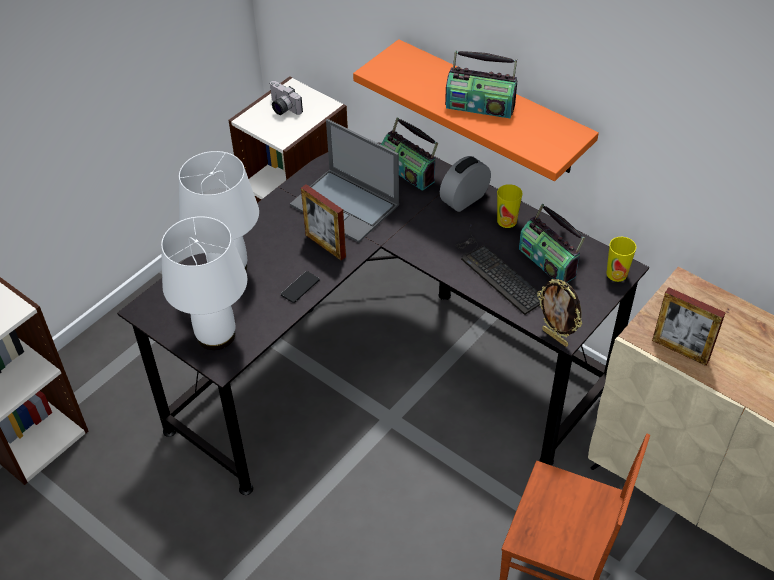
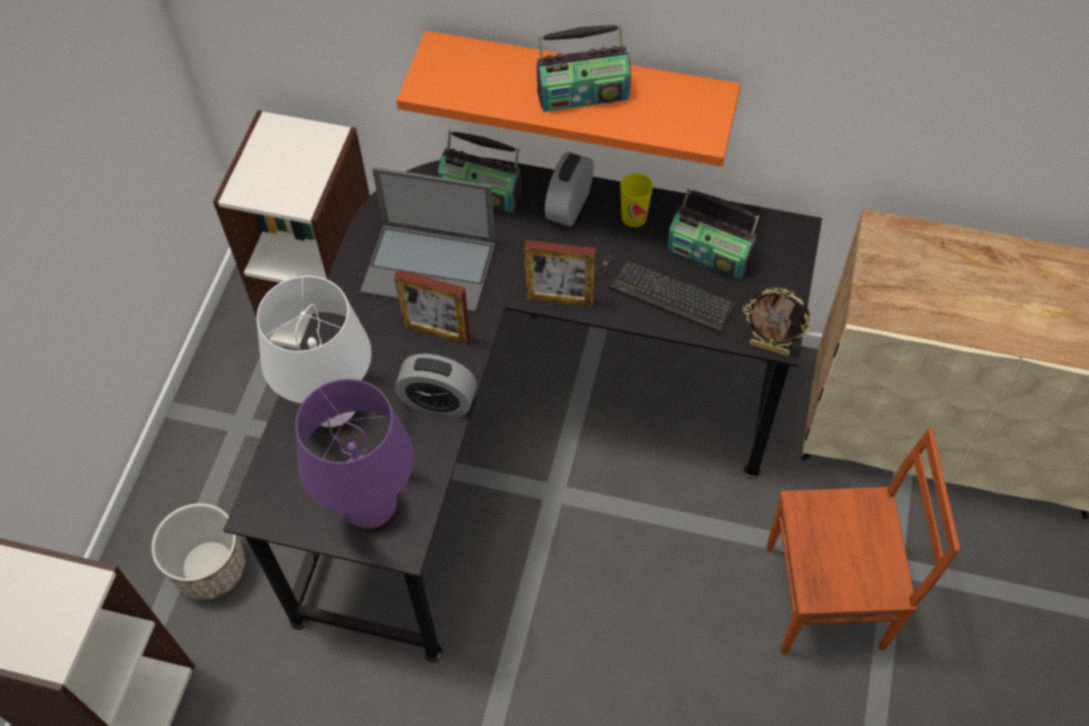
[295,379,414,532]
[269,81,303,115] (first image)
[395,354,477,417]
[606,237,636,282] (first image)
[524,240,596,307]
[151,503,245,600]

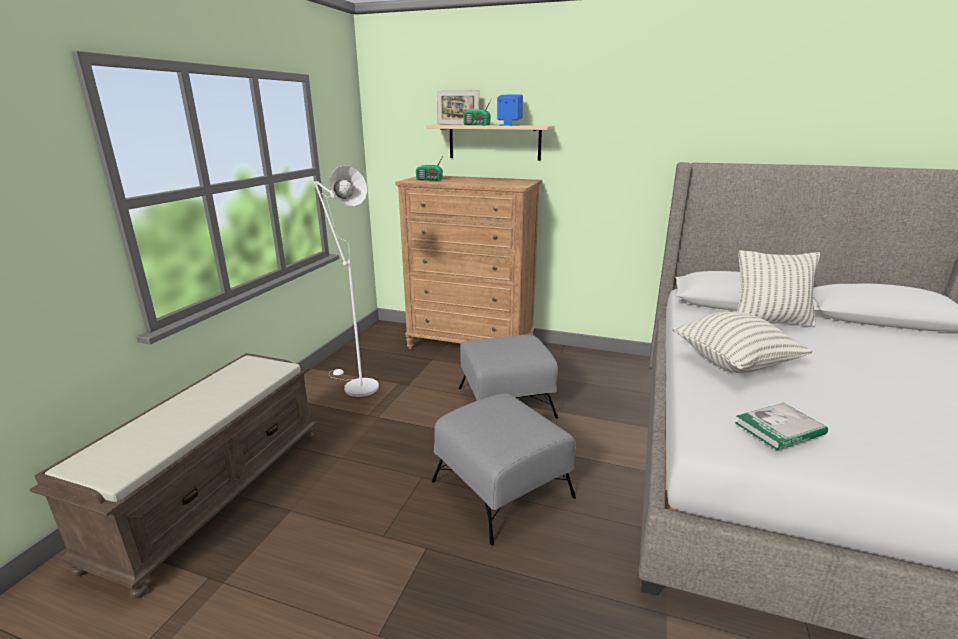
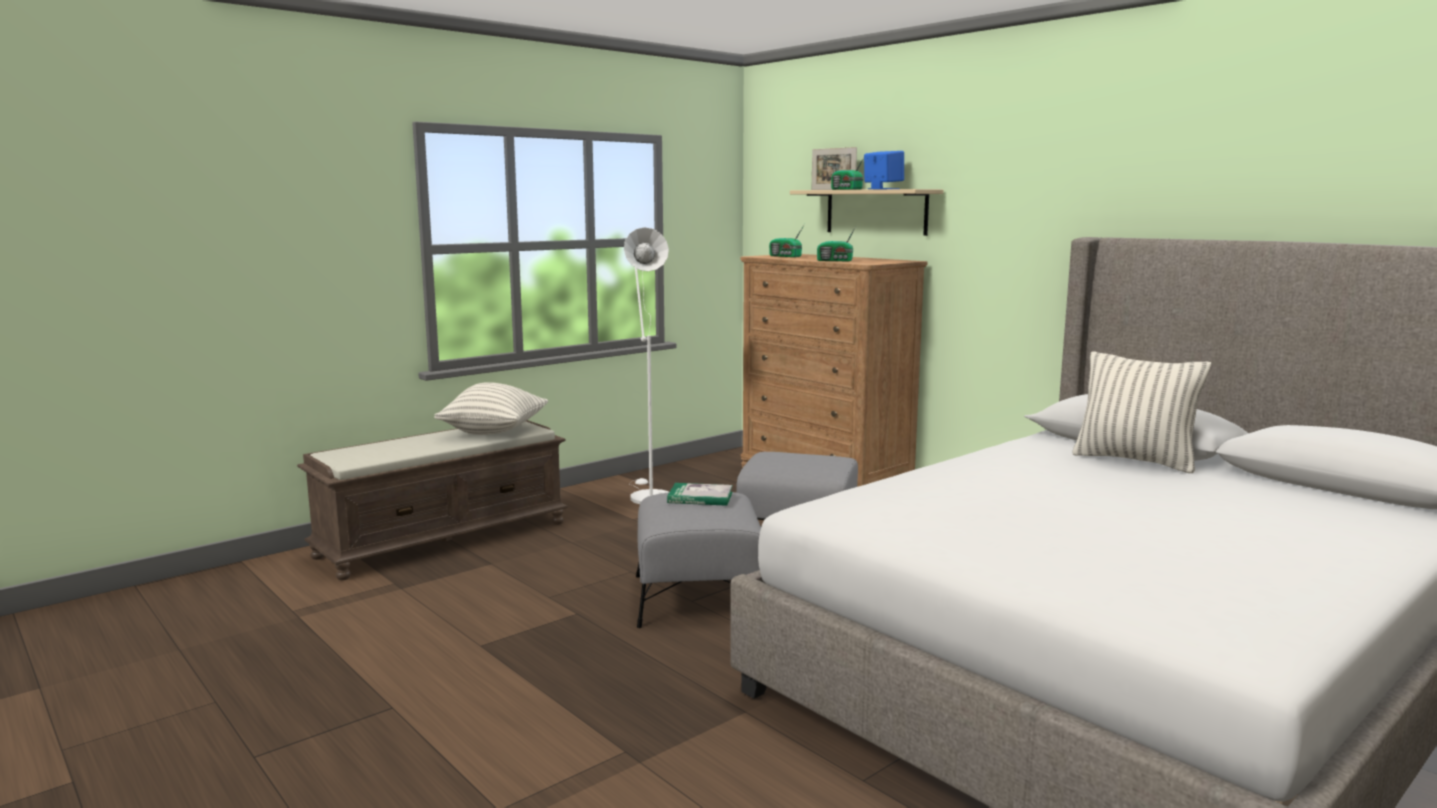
[434,382,548,435]
[667,483,733,506]
[817,227,856,261]

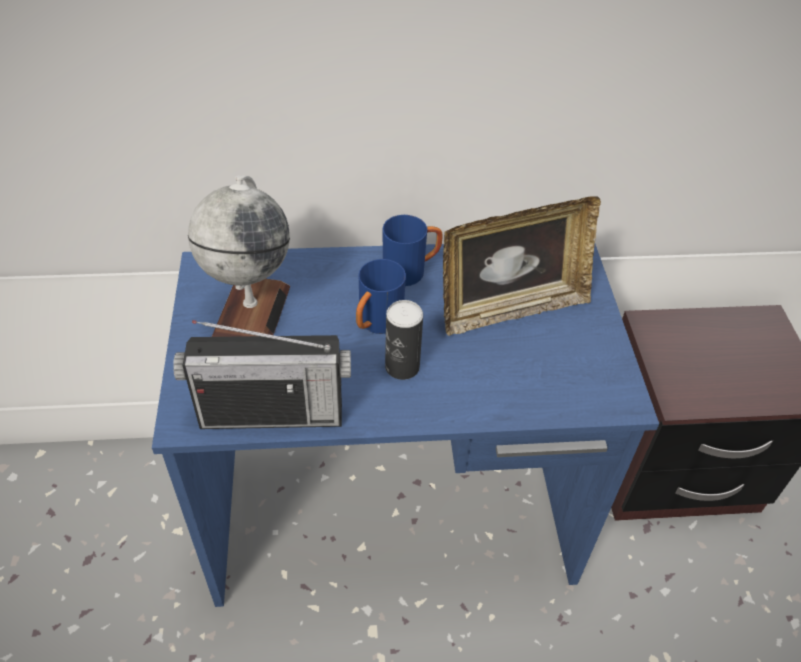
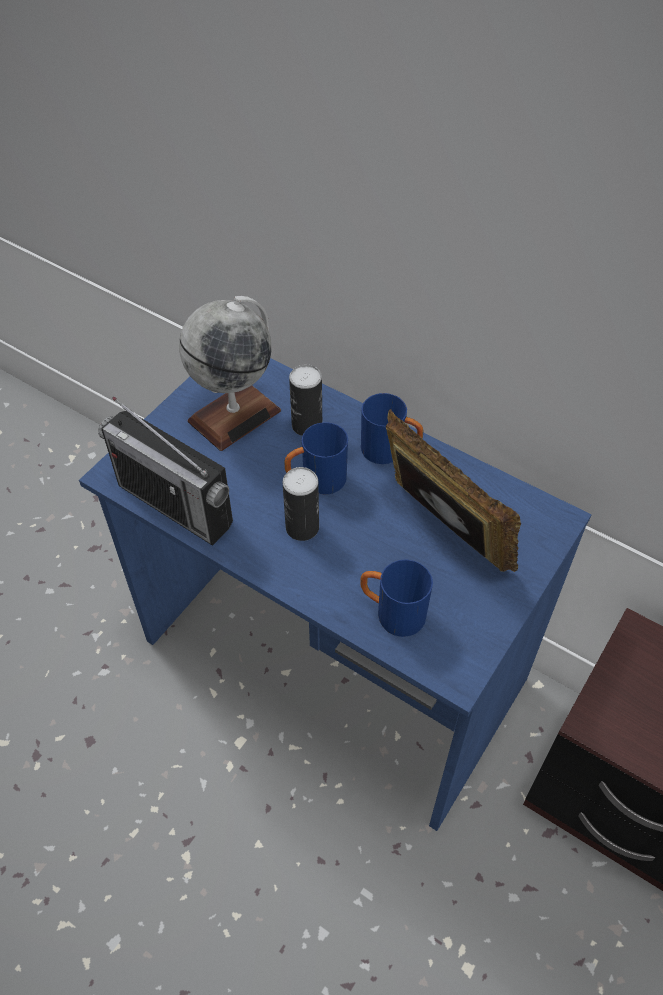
[386,409,521,572]
[289,364,322,436]
[360,560,433,637]

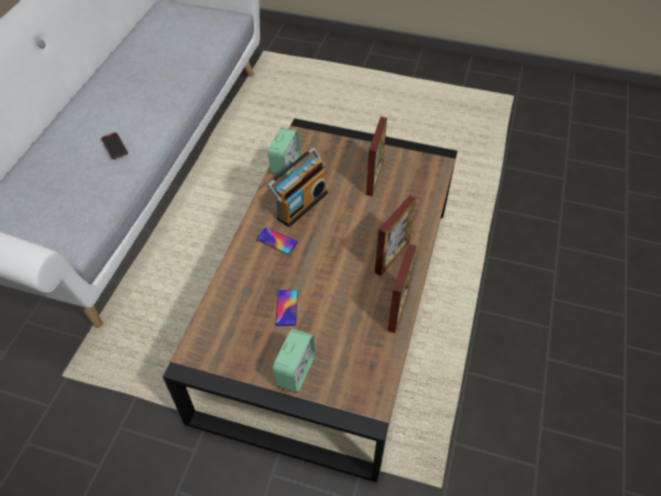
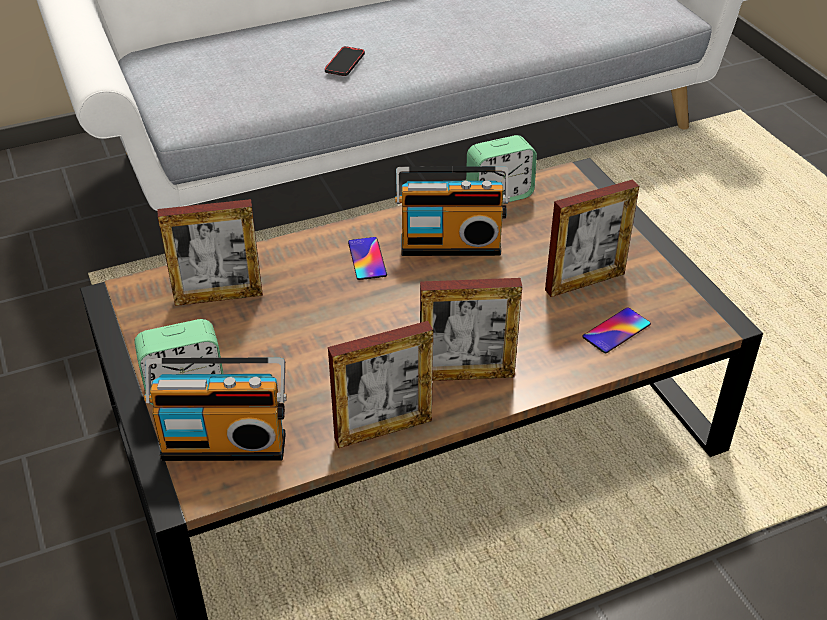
[582,307,651,353]
[144,357,287,461]
[158,199,263,306]

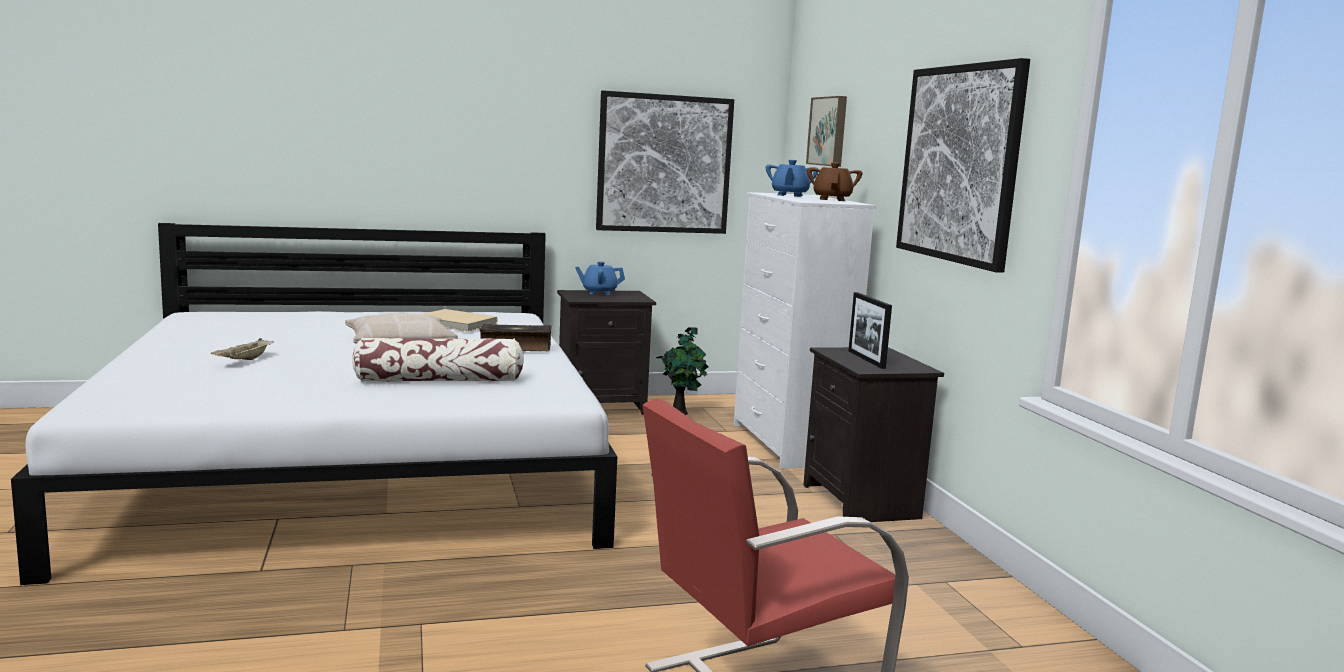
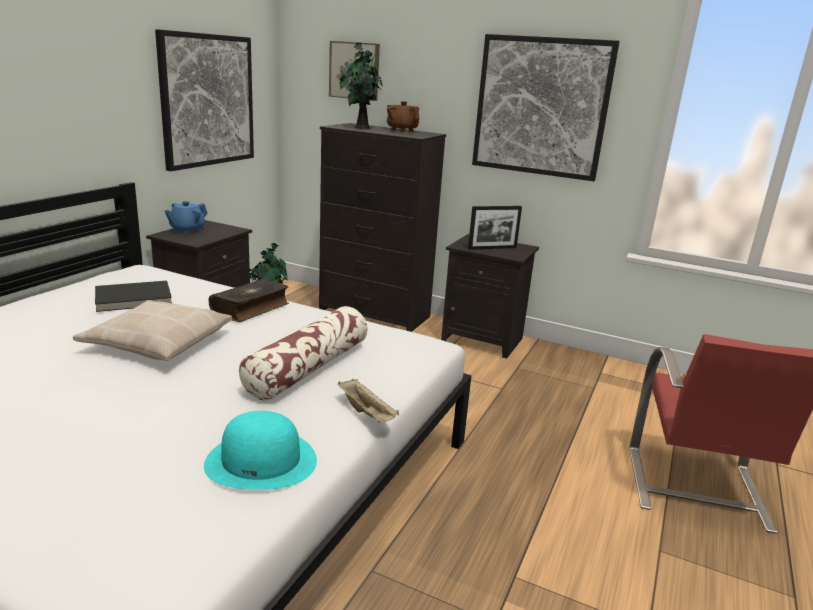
[337,379,399,422]
[95,281,172,312]
[319,123,446,332]
[339,43,383,129]
[468,206,522,250]
[204,411,317,490]

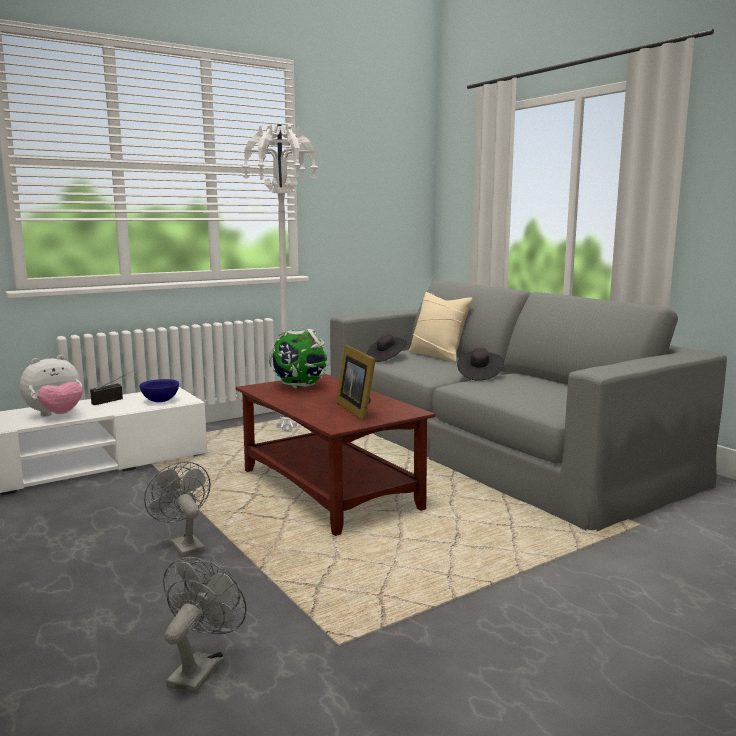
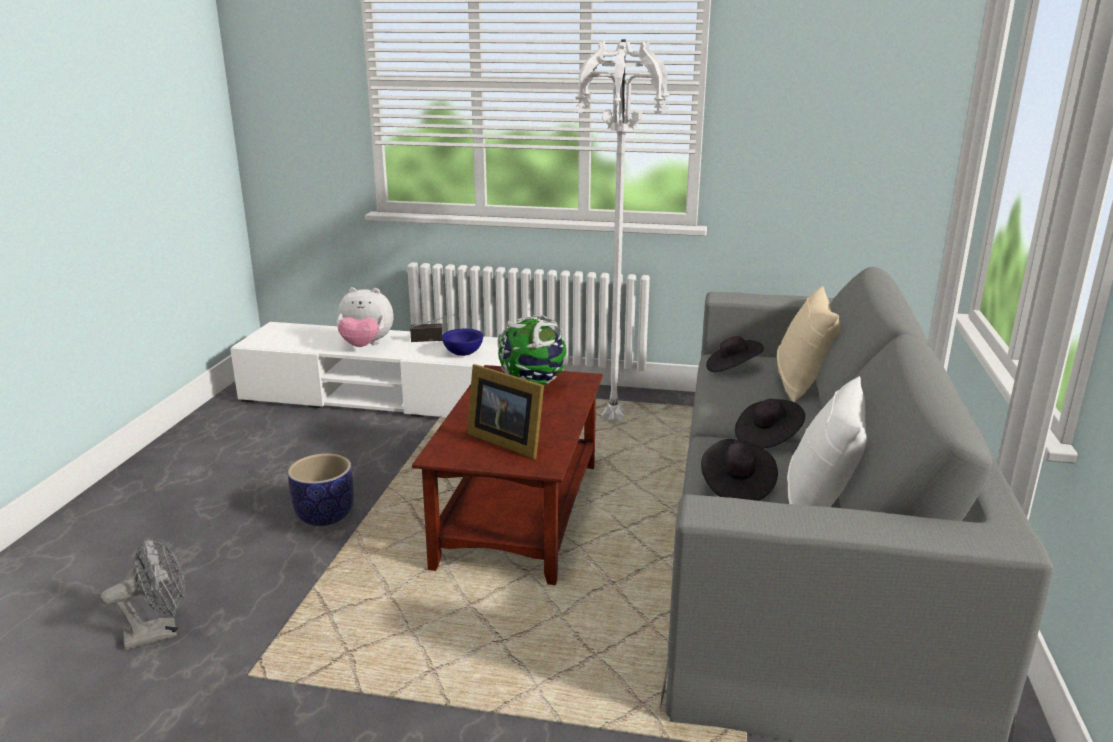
[288,453,354,526]
[467,364,544,459]
[701,439,778,501]
[787,376,867,507]

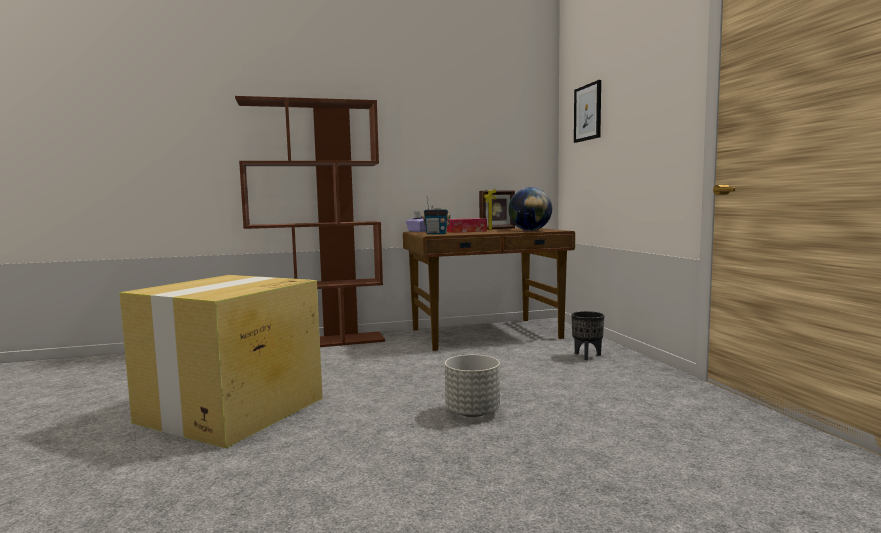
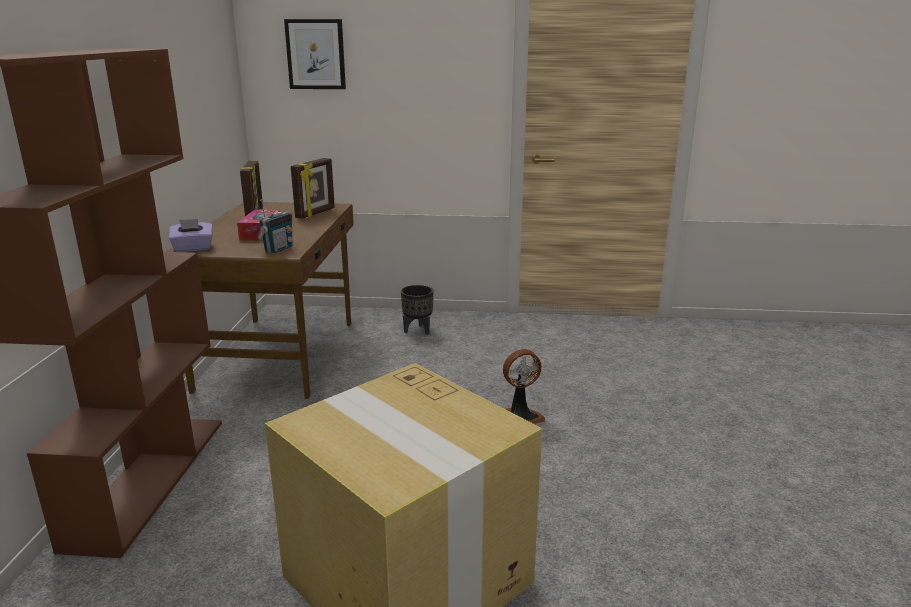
[503,349,545,424]
[291,158,335,219]

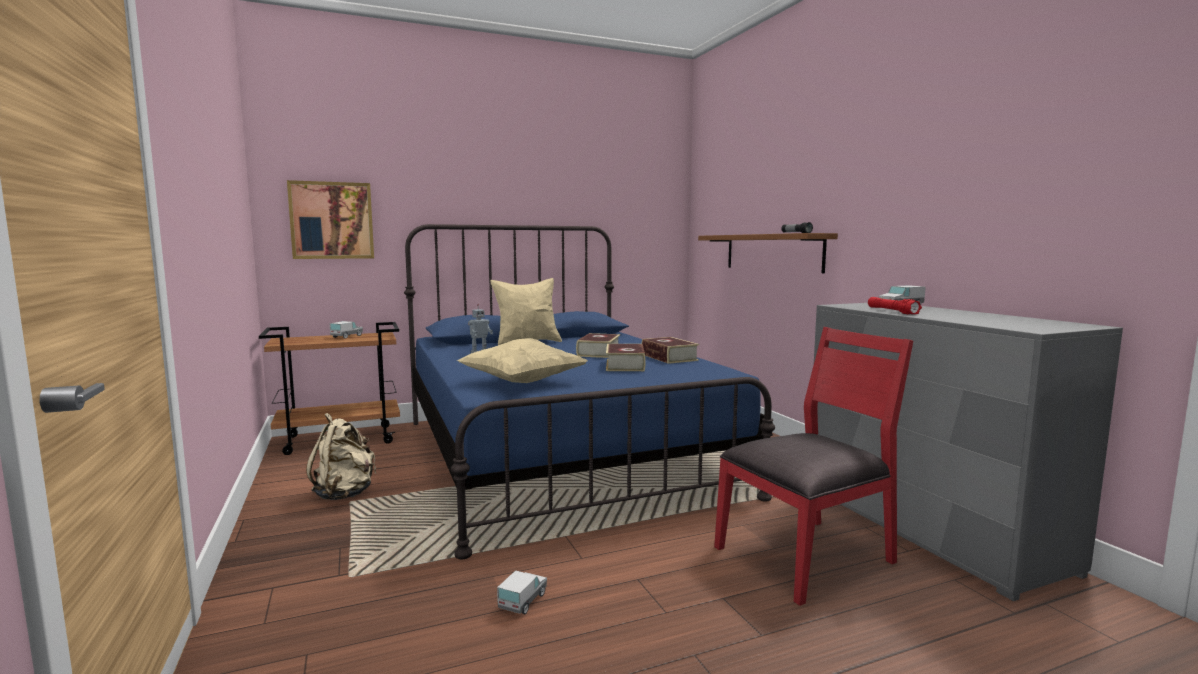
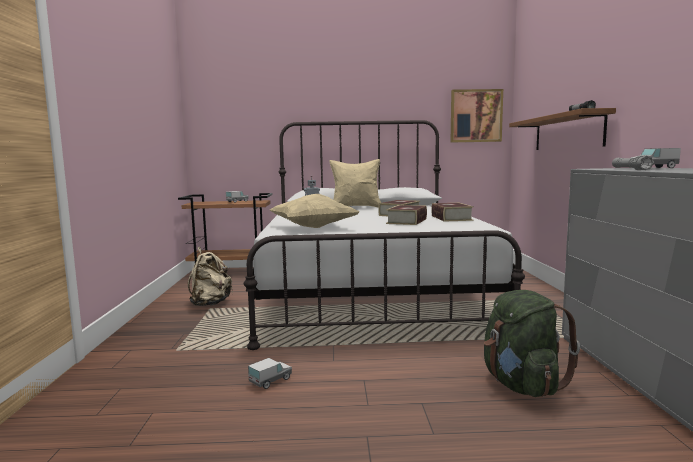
[451,89,503,142]
[244,120,525,350]
[484,290,580,397]
[612,156,654,170]

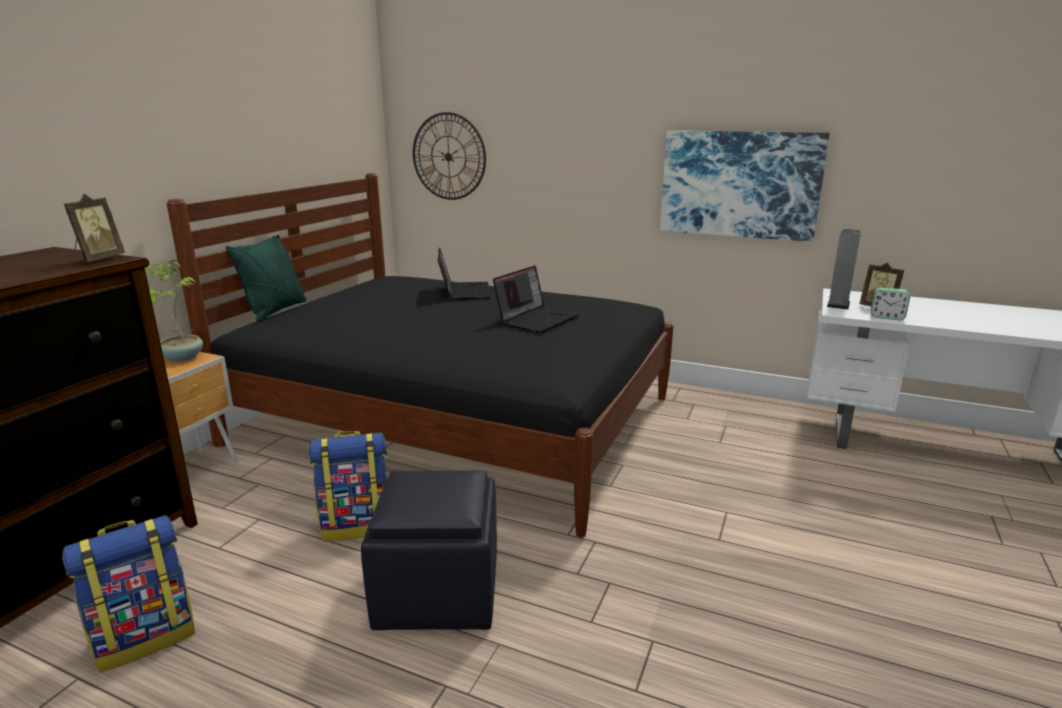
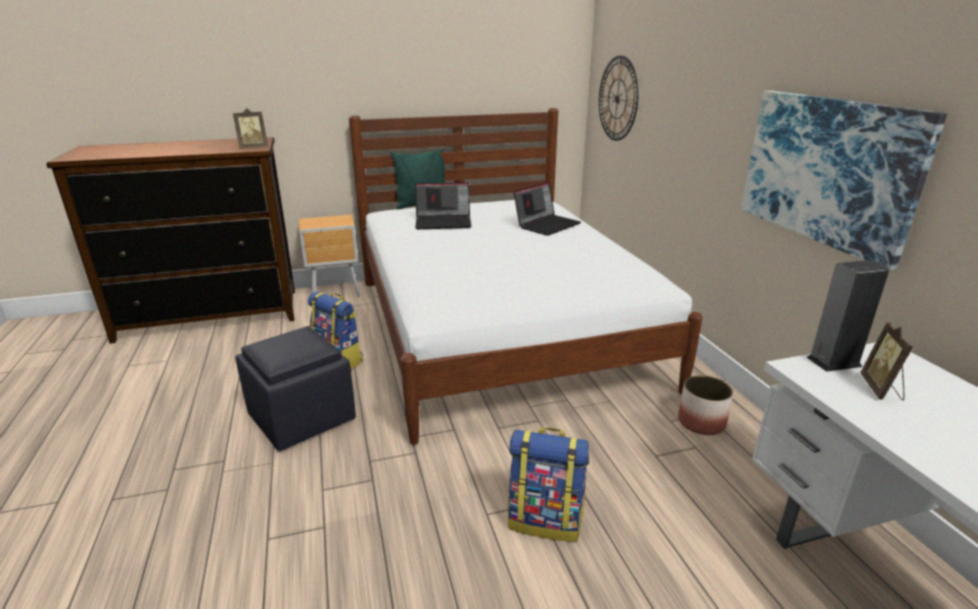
[508,428,589,542]
[145,260,203,362] (first image)
[349,108,703,445]
[415,182,471,229]
[871,287,910,320] (first image)
[678,375,733,435]

